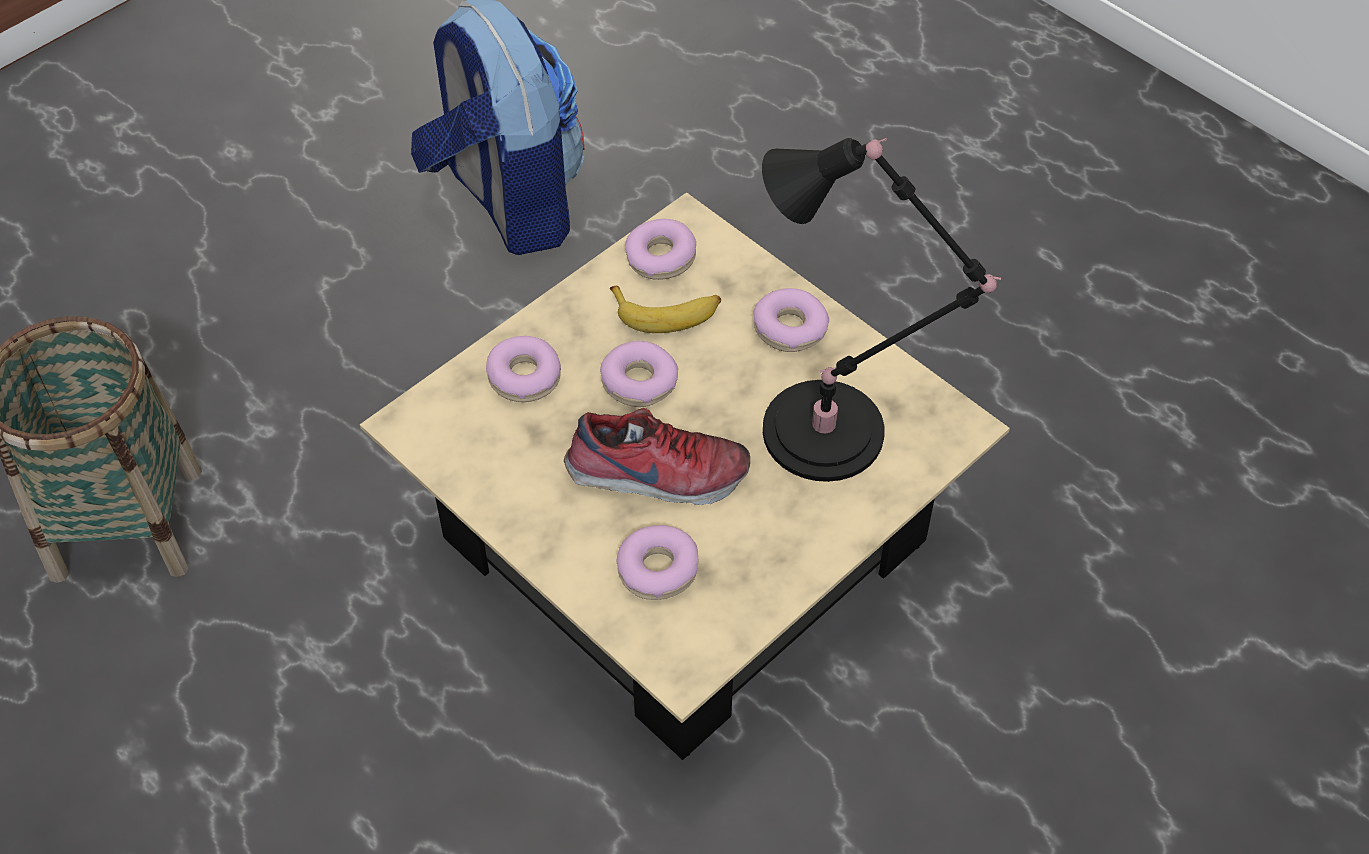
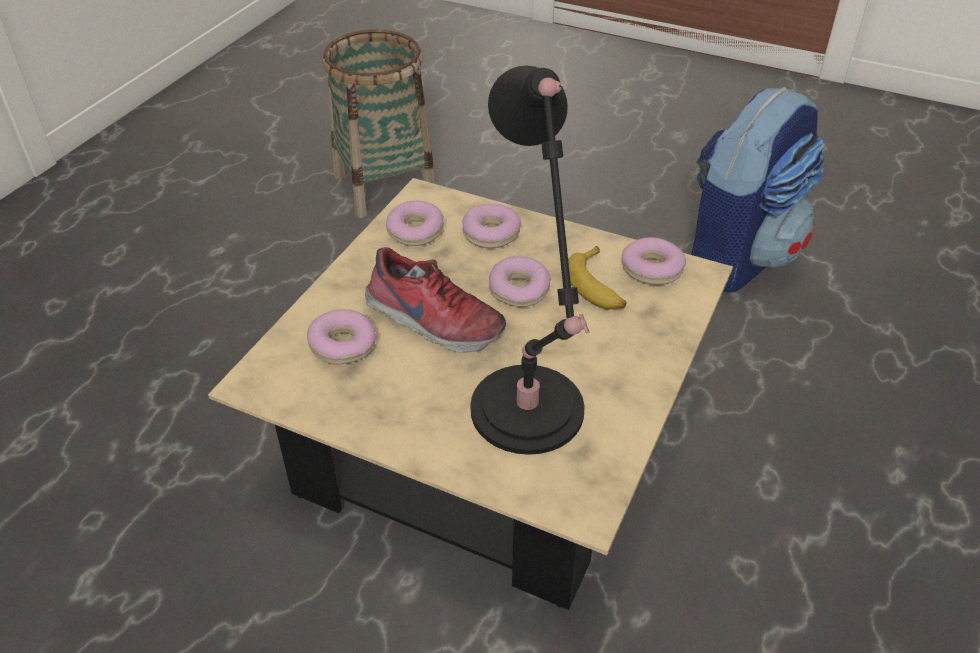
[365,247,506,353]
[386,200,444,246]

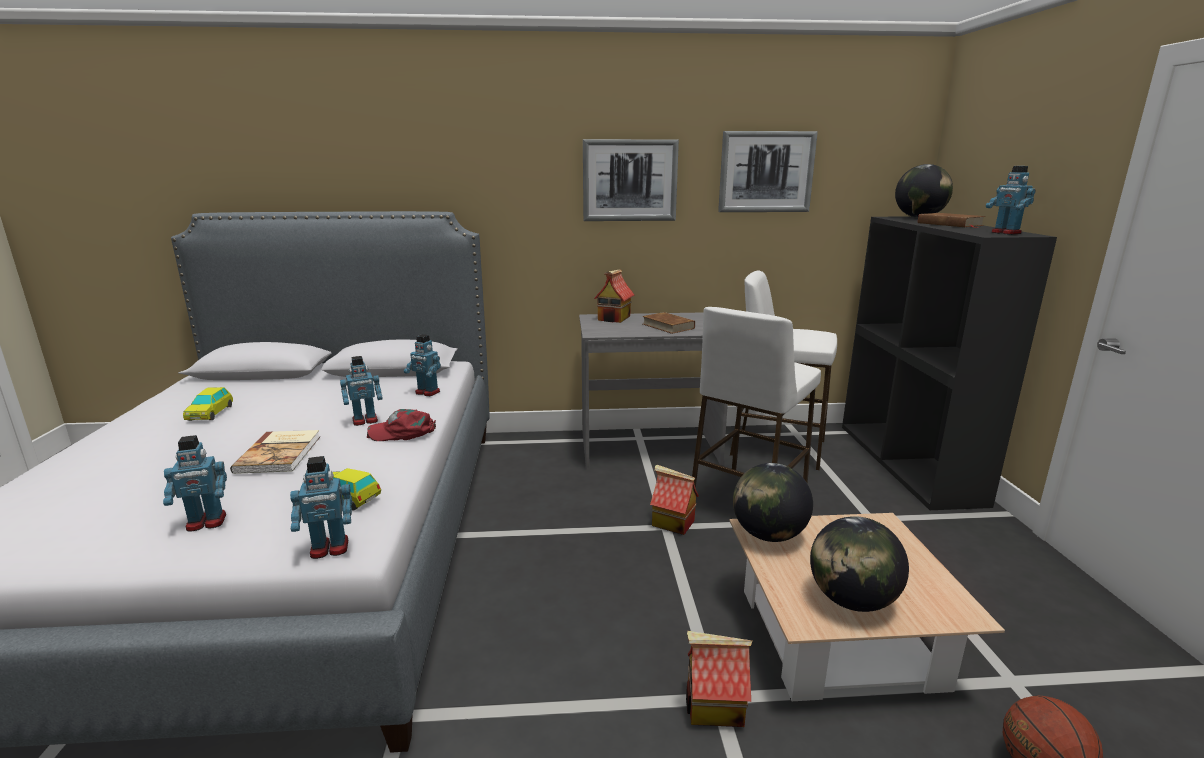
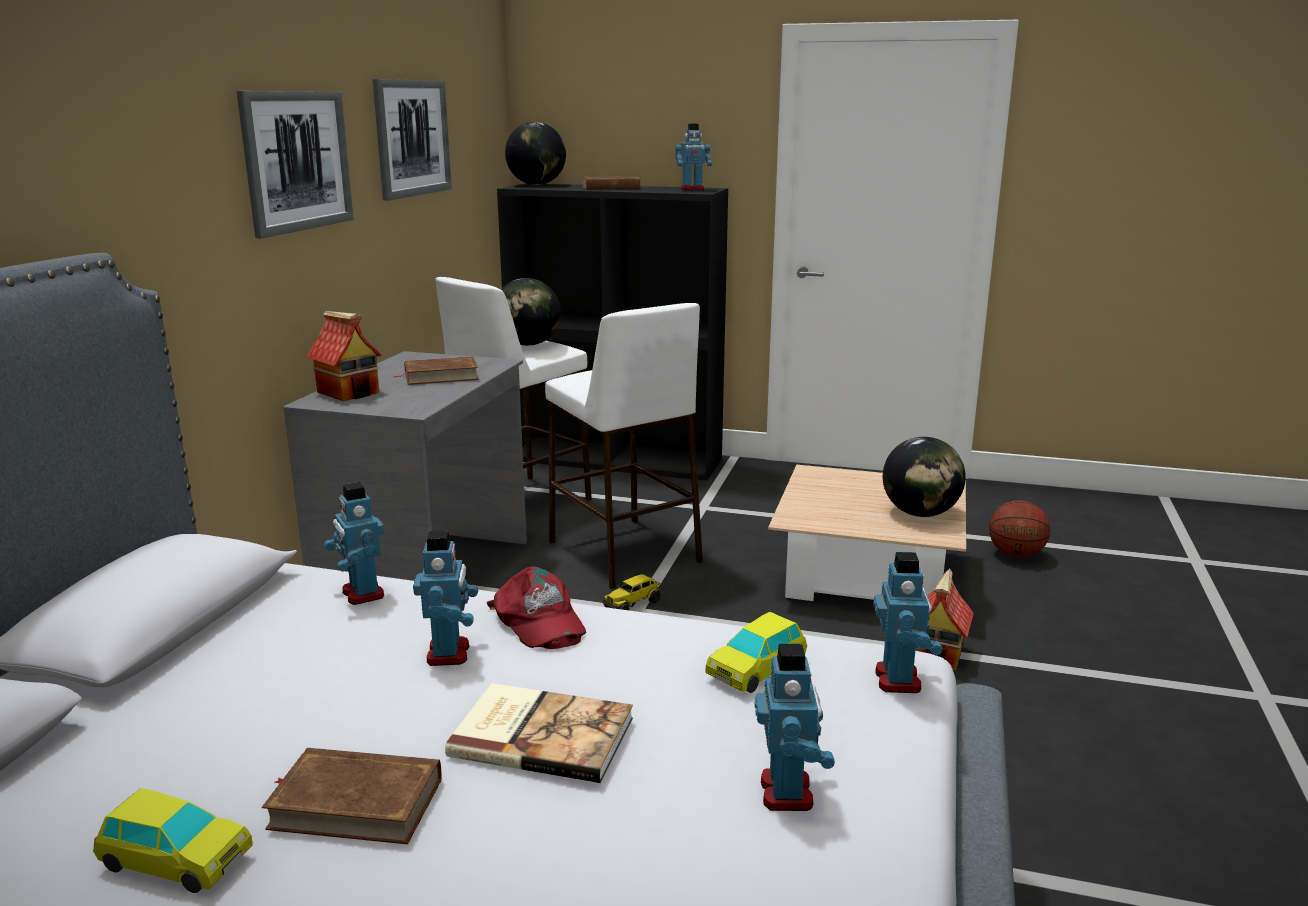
[487,567,586,649]
[324,482,384,605]
[603,574,661,610]
[501,278,561,346]
[262,748,442,844]

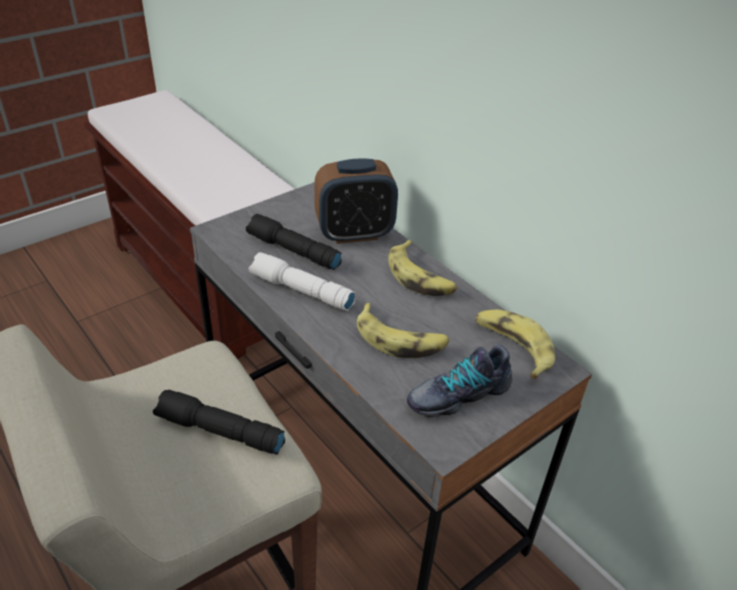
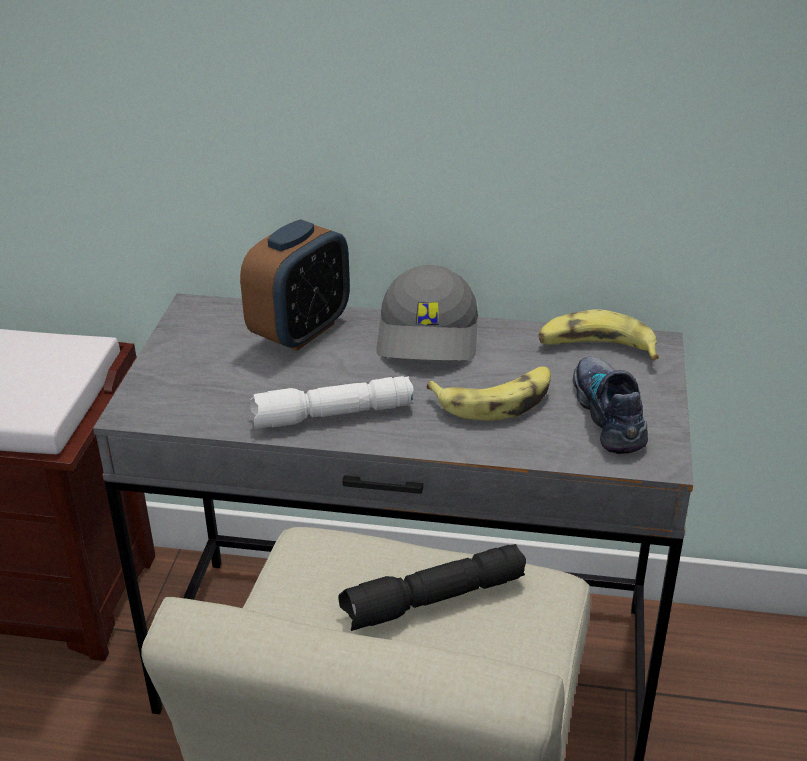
[246,214,342,270] (first image)
[376,265,478,361]
[573,357,648,454]

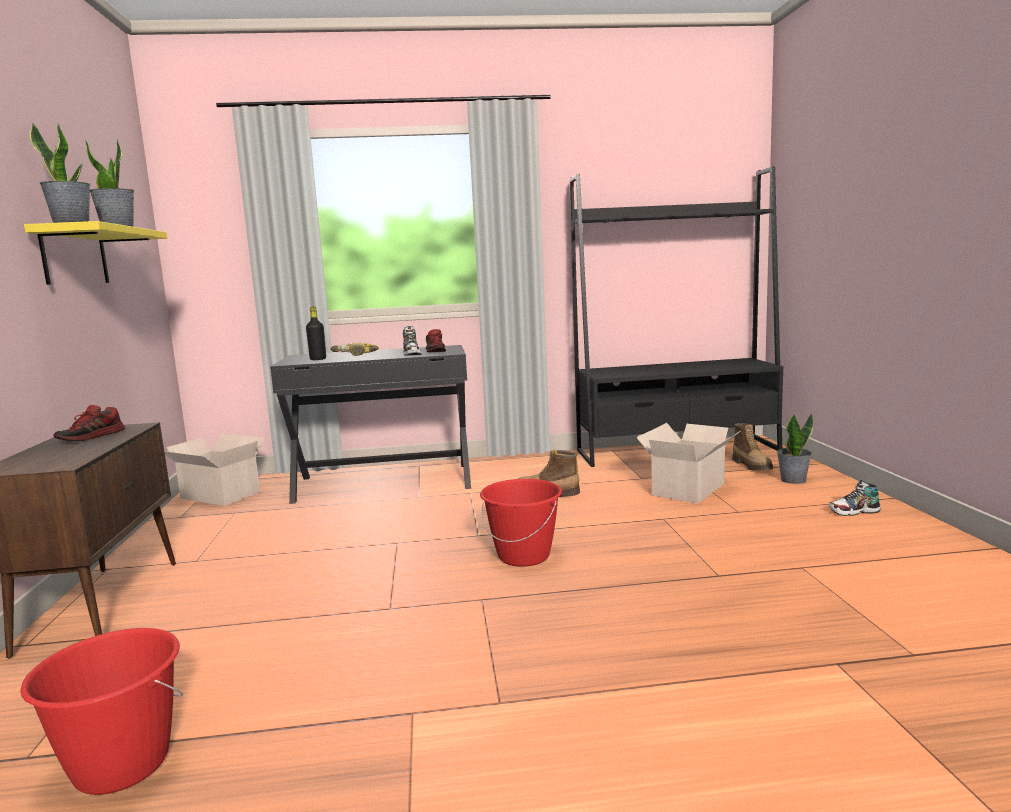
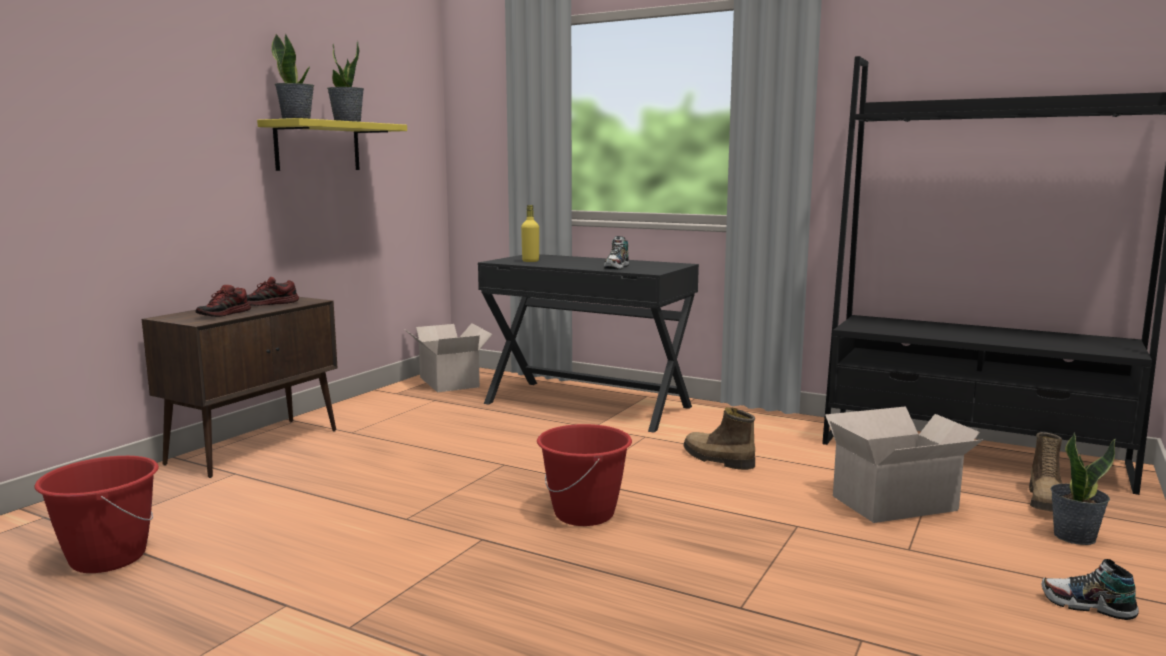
[521,205,539,262]
[330,342,379,356] (first image)
[196,285,251,317]

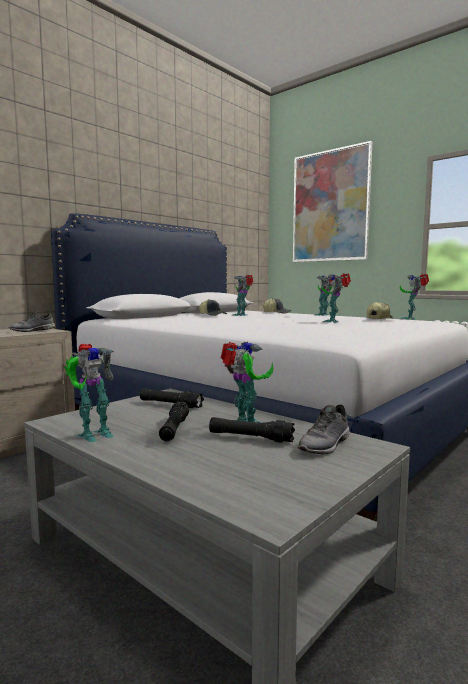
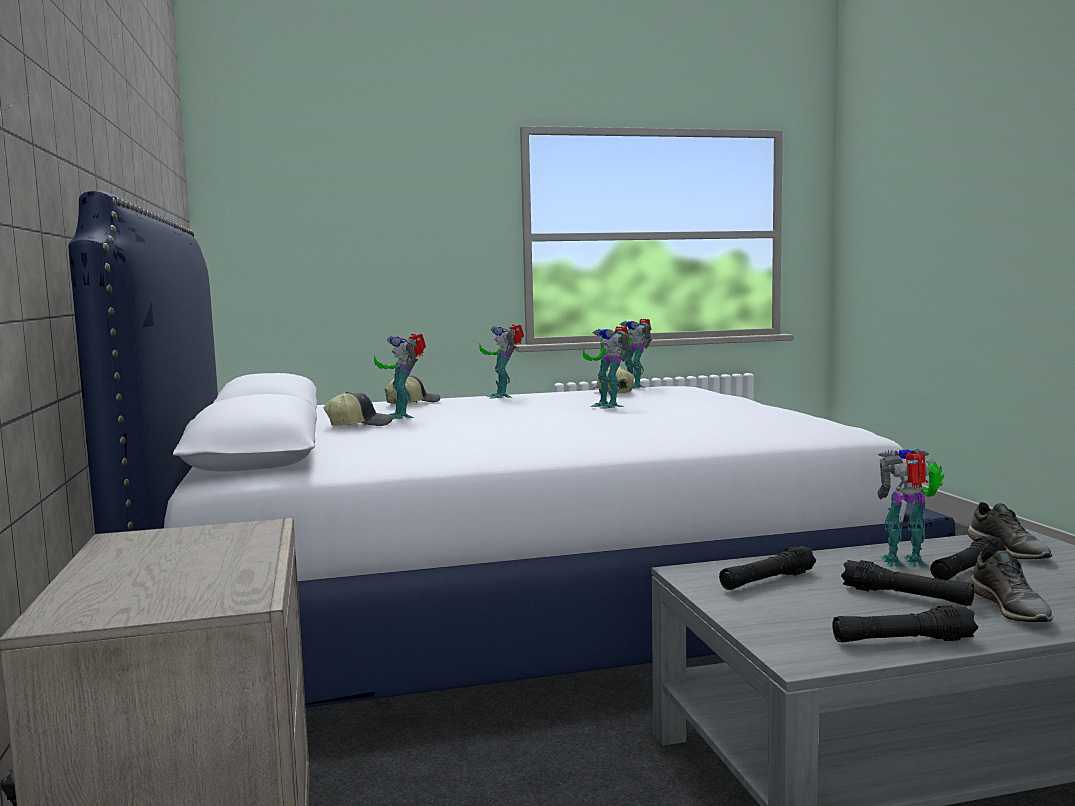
[970,547,1053,622]
[832,605,978,643]
[293,141,372,262] (first image)

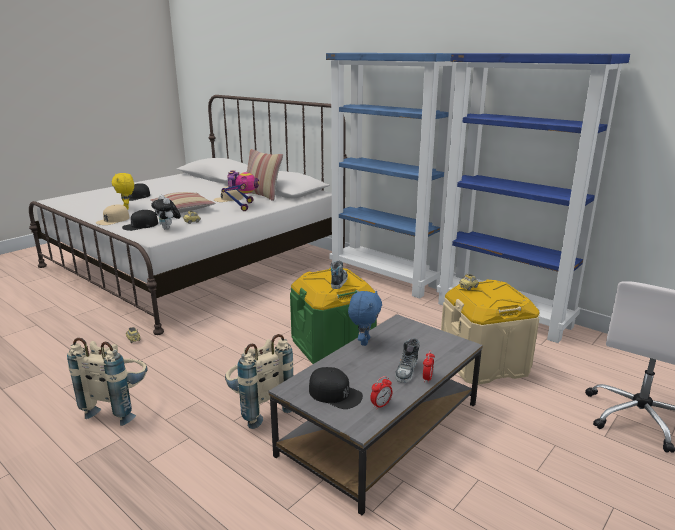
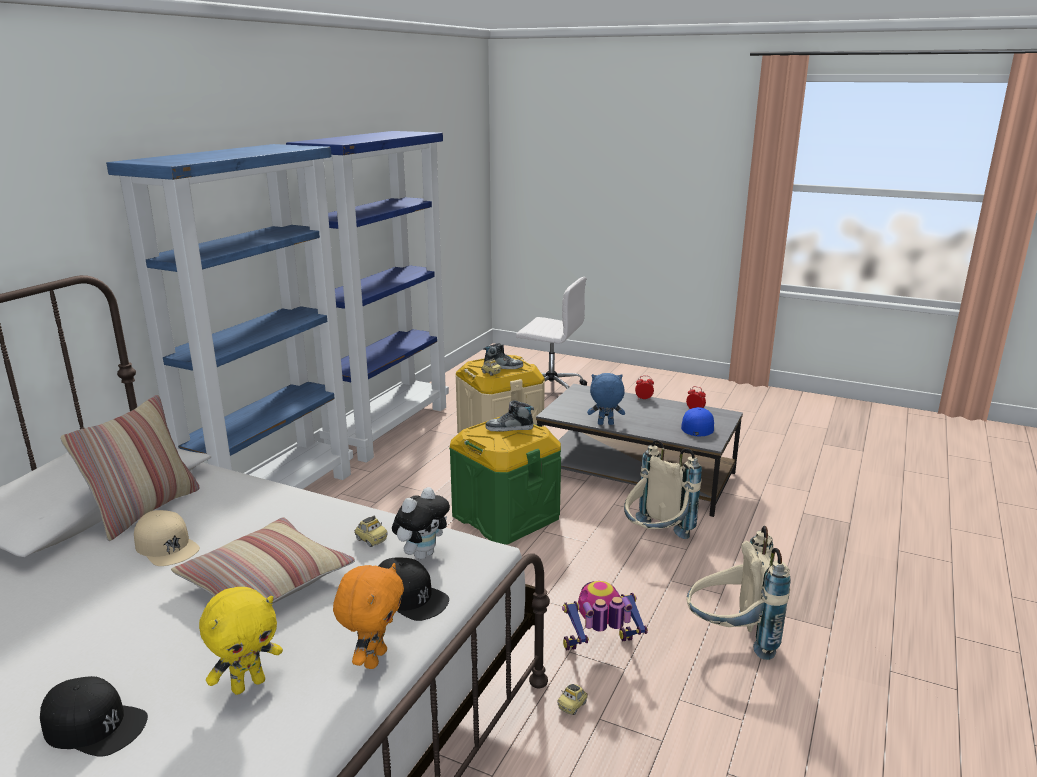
[333,563,404,669]
[562,581,648,650]
[681,407,714,436]
[483,343,523,369]

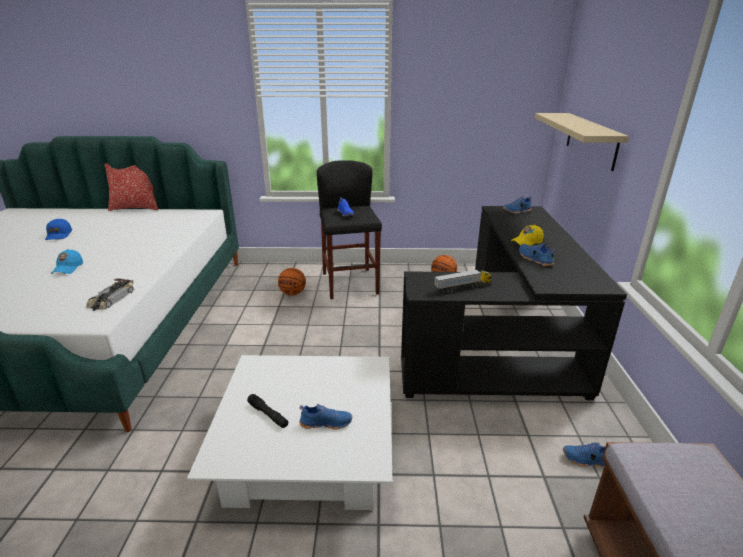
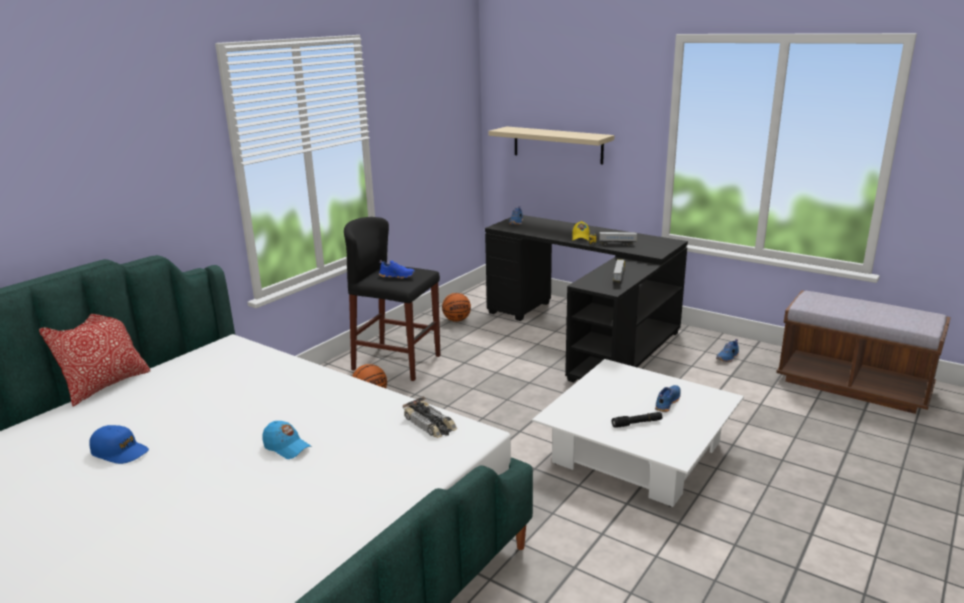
[589,232,637,246]

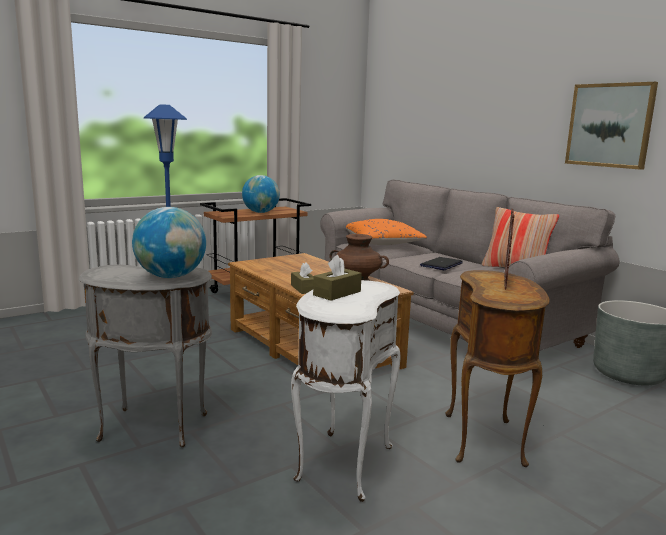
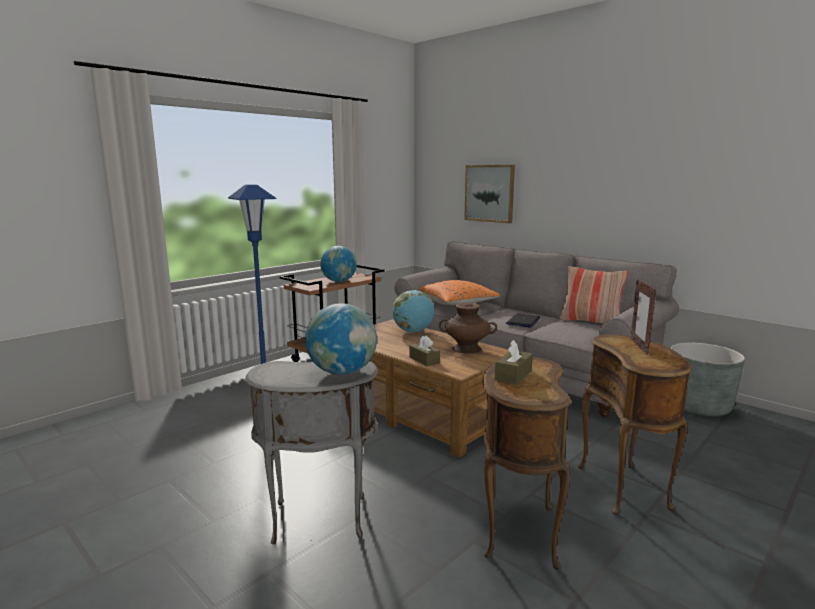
[482,357,571,570]
[464,165,515,223]
[392,290,434,333]

